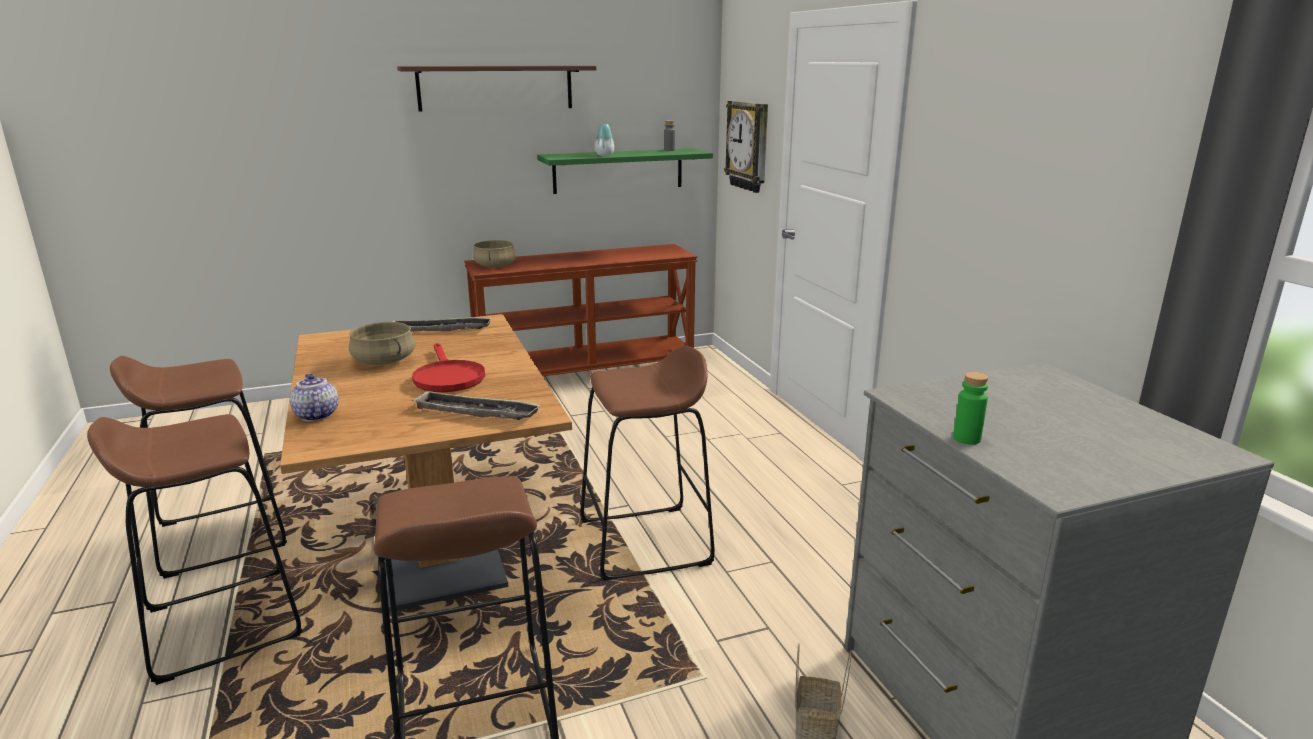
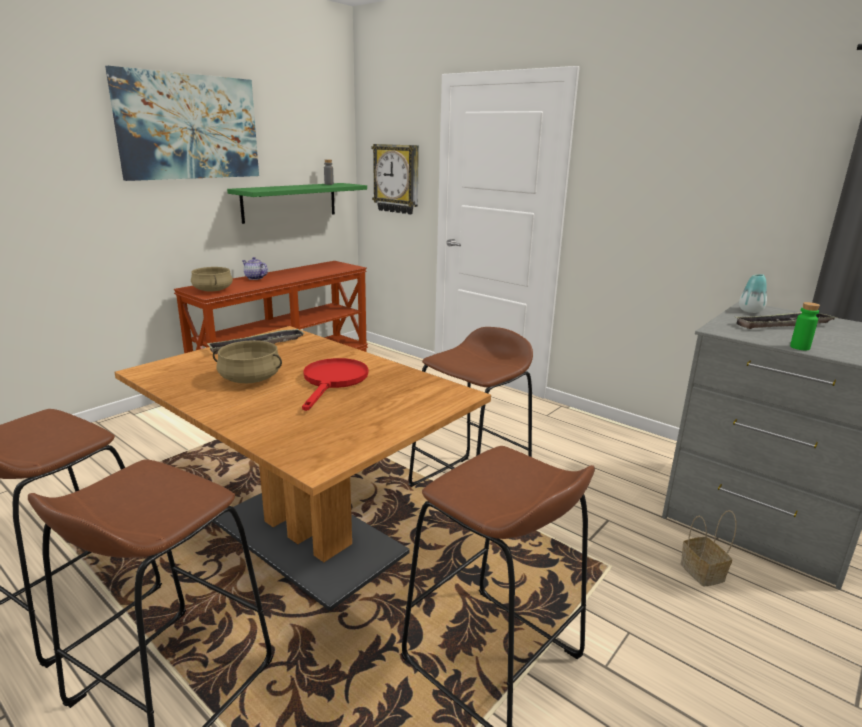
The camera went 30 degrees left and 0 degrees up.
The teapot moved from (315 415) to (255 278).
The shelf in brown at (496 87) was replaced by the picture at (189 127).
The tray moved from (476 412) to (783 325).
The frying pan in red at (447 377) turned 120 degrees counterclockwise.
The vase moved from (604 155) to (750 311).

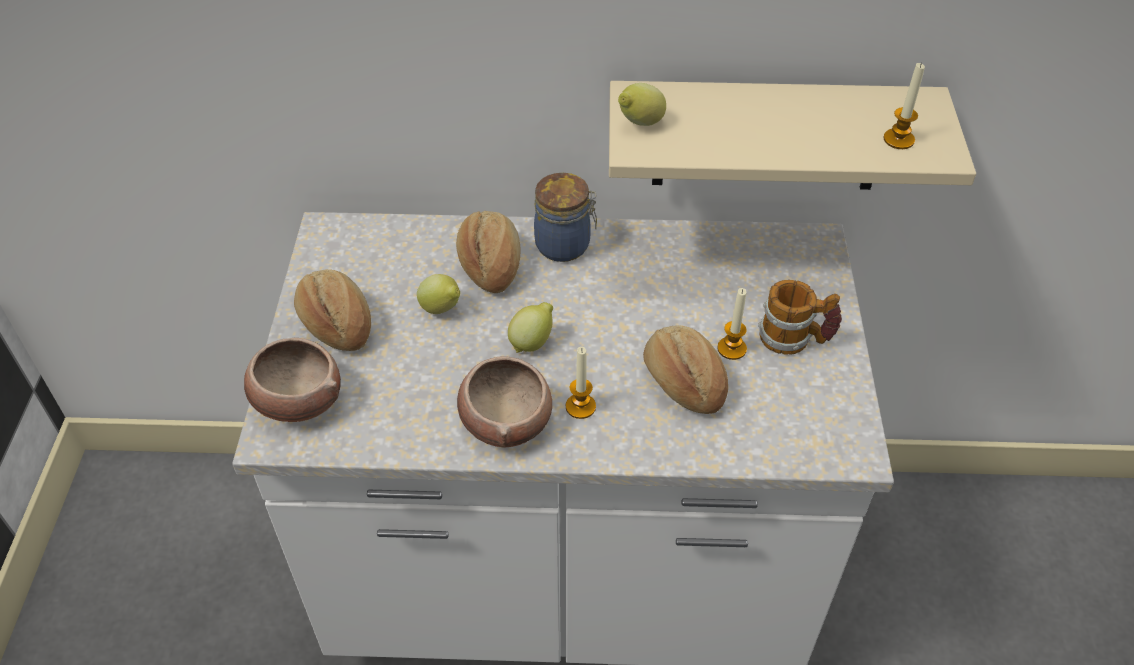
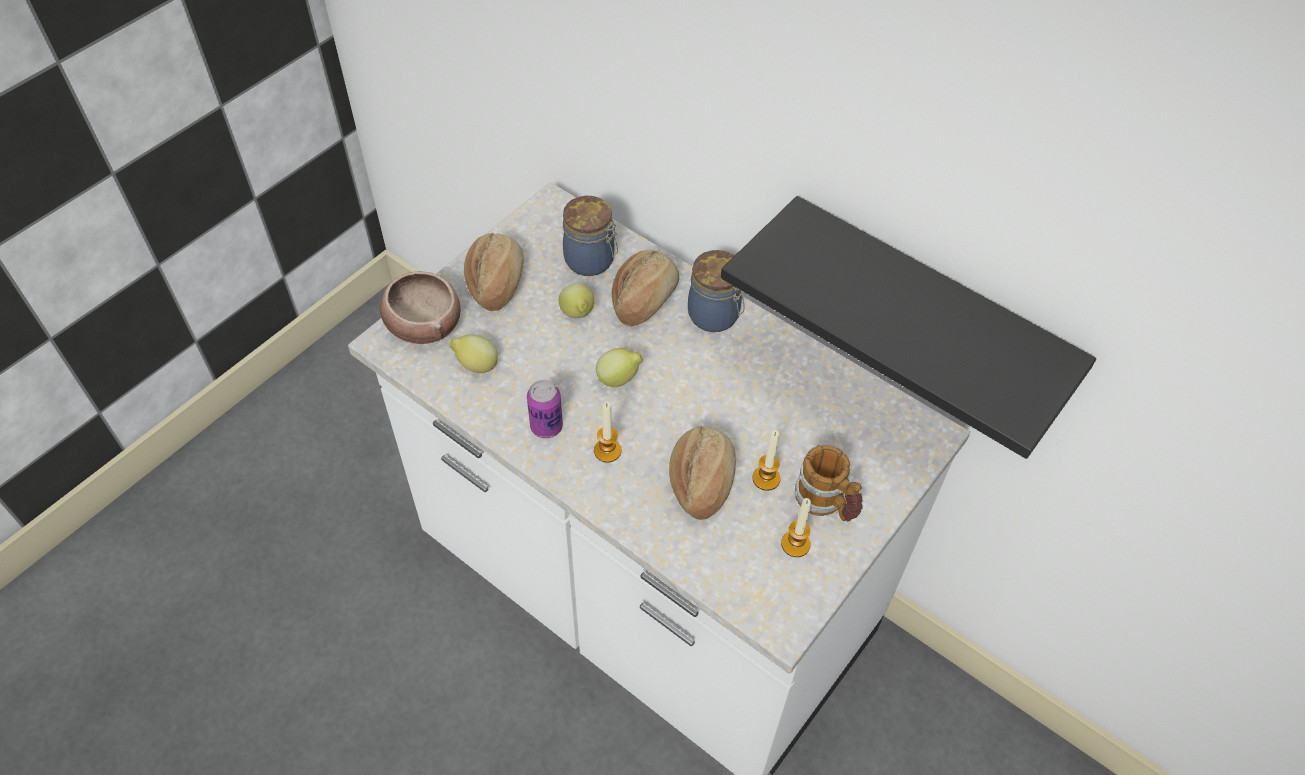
The camera went 35 degrees right and 5 degrees up.
The bowl at (506 419) was replaced by the can at (546 427).
The shelf in beige at (769 136) became the shelf in black at (924 315).
The lemon moved from (639 124) to (476 366).
The candle moved from (898 139) to (795 544).
The jar at (591 261) appeared.

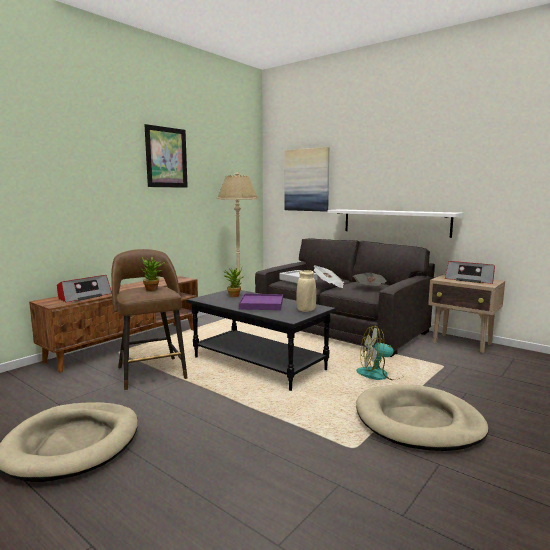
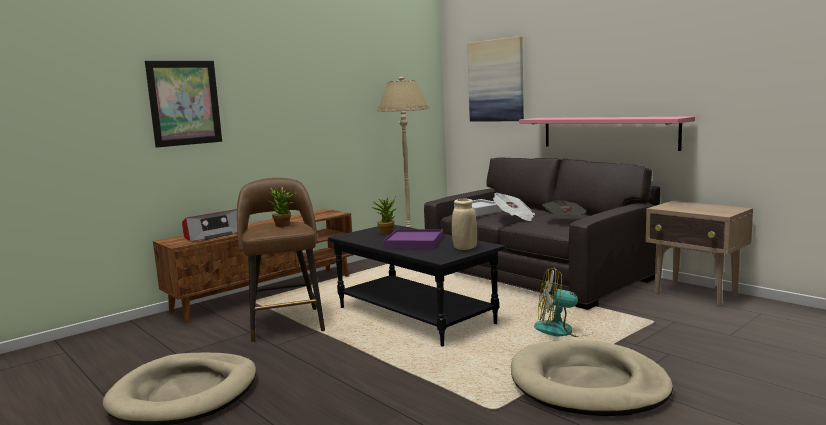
The camera went 10 degrees right and 0 degrees up.
The picture moved from (166 157) to (184 103).
The shelf in white at (395 222) became the shelf in pink at (608 132).
The radio at (470 280) disappeared.

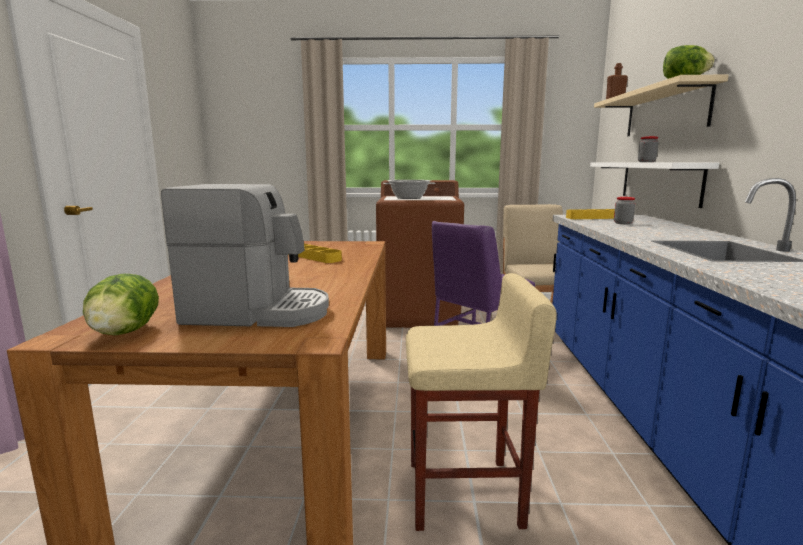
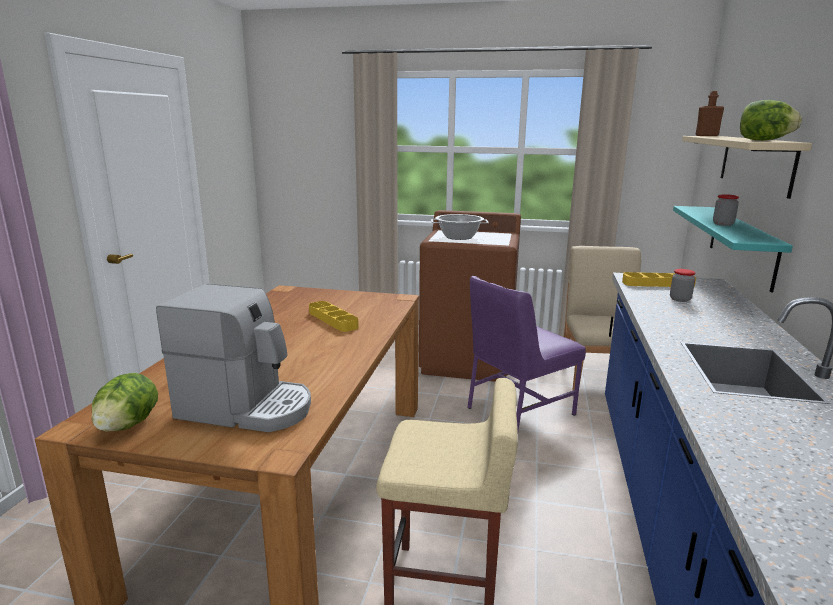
The camera went 10 degrees right and 5 degrees up.
The shelf in white at (659 181) became the shelf in turquoise at (741 245).

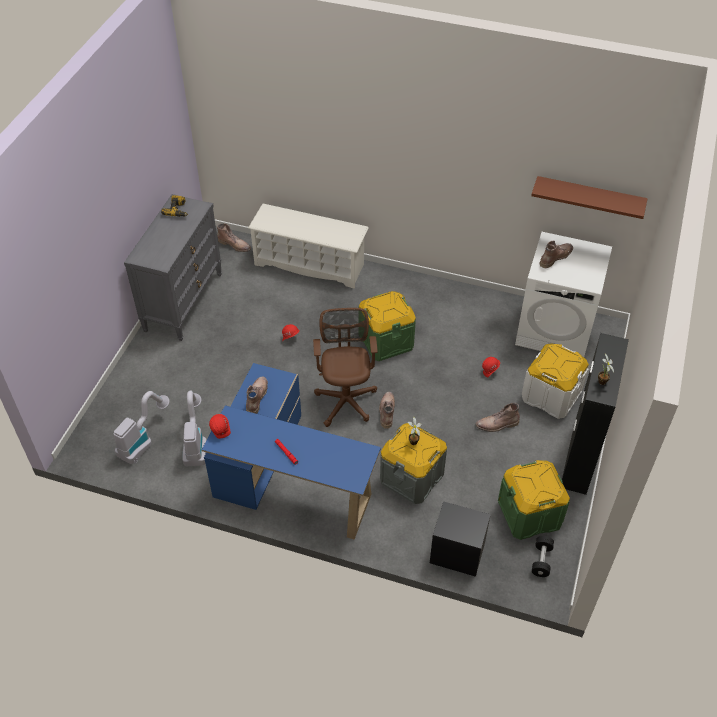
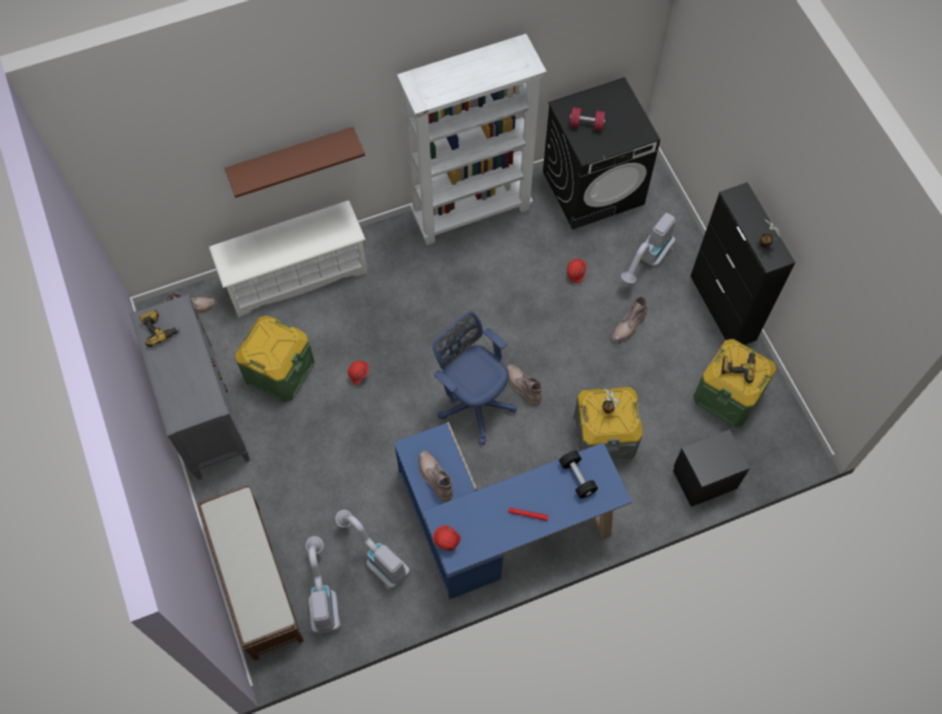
The camera went 40 degrees left and 15 degrees up.
The office chair in brown at (346 399) became the office chair in blue at (473 401).
The storage box in green moved from (385 341) to (279 370).
The washing machine in white at (555 330) became the washing machine in black at (593 187).
The storage box in white at (551 395) was replaced by the vacuum cleaner at (648 261).
The shelf in brown moved from (589 196) to (291 156).
The dumbbell in black moved from (541 560) to (577 478).
The boot in brown at (555 257) was replaced by the dumbbell in red at (586 124).
The bench in brown at (256 579) appeared.
The bookcase in white at (472 211) appeared.
The power drill at (738 367) appeared.

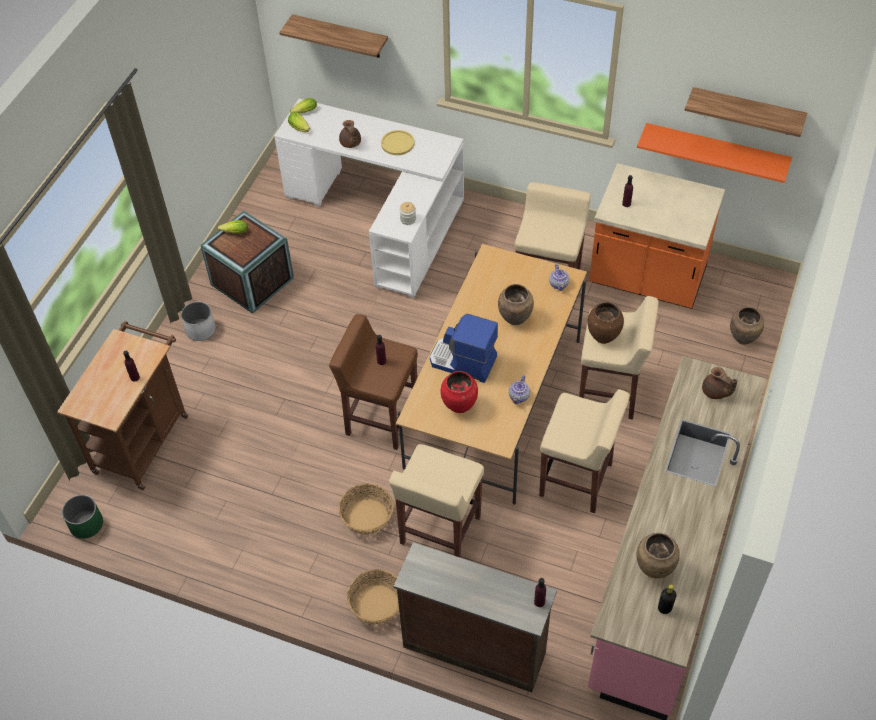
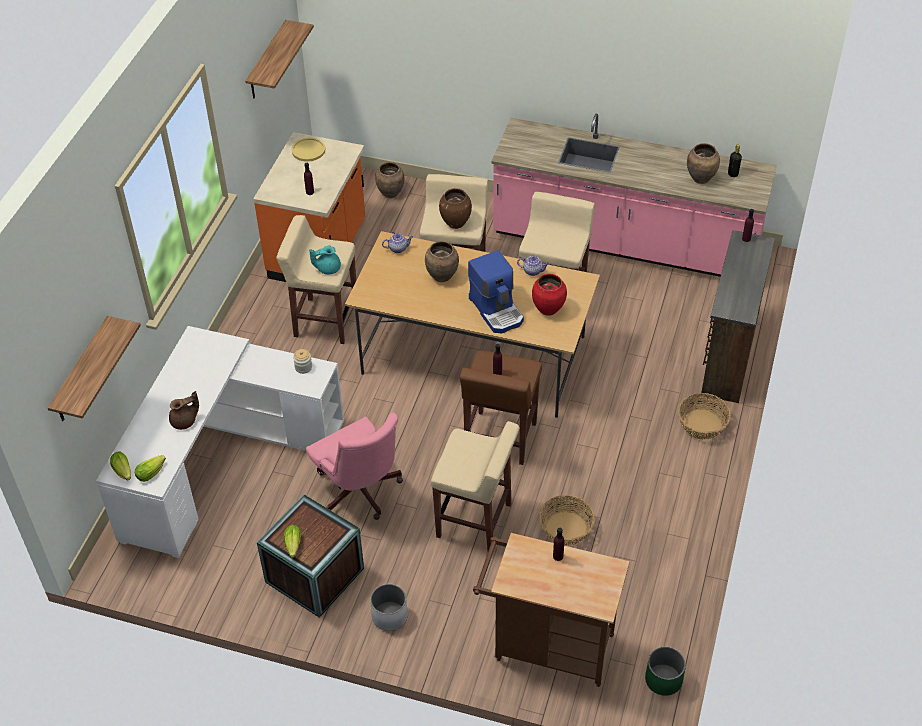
The camera went 95 degrees left and 5 degrees down.
The basket moved from (367 516) to (565 528).
The plate in yellow moved from (397 143) to (308 150).
The stool in beige moved from (439 531) to (475 521).
The coffee machine at (462 362) turned 45 degrees counterclockwise.
The shelf in orange at (715 150) disappeared.
The teapot in brown at (715 392) disappeared.
The office chair in pink at (360 493) appeared.
The teapot in turquoise at (327 268) appeared.

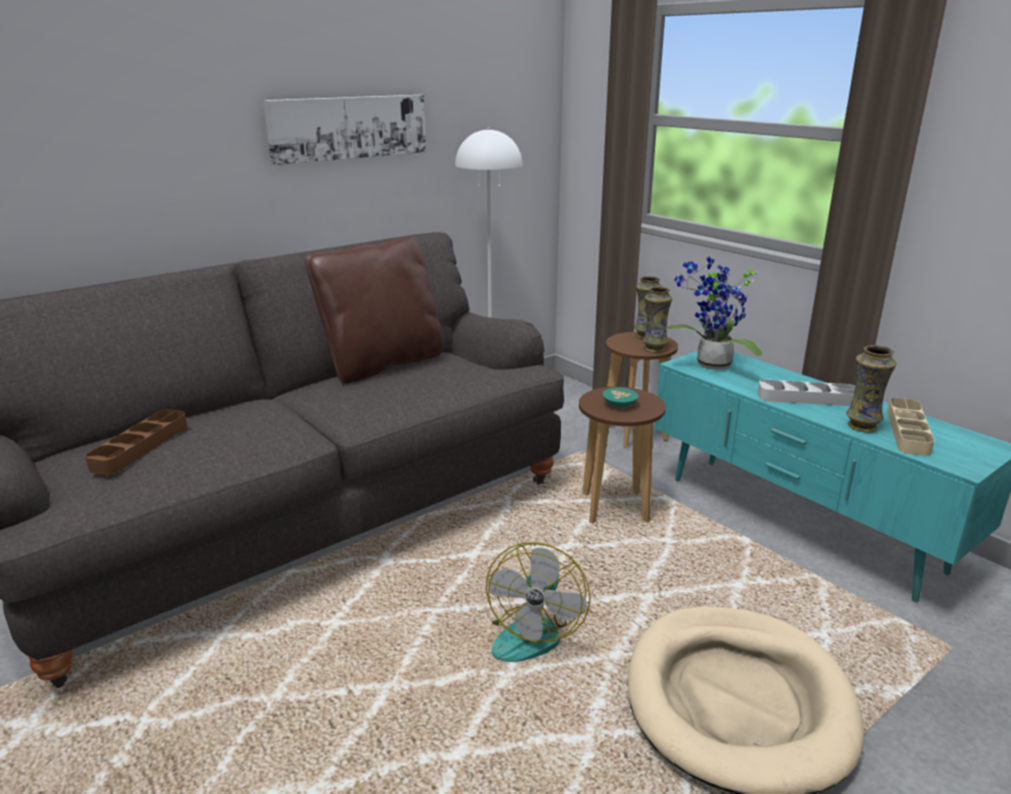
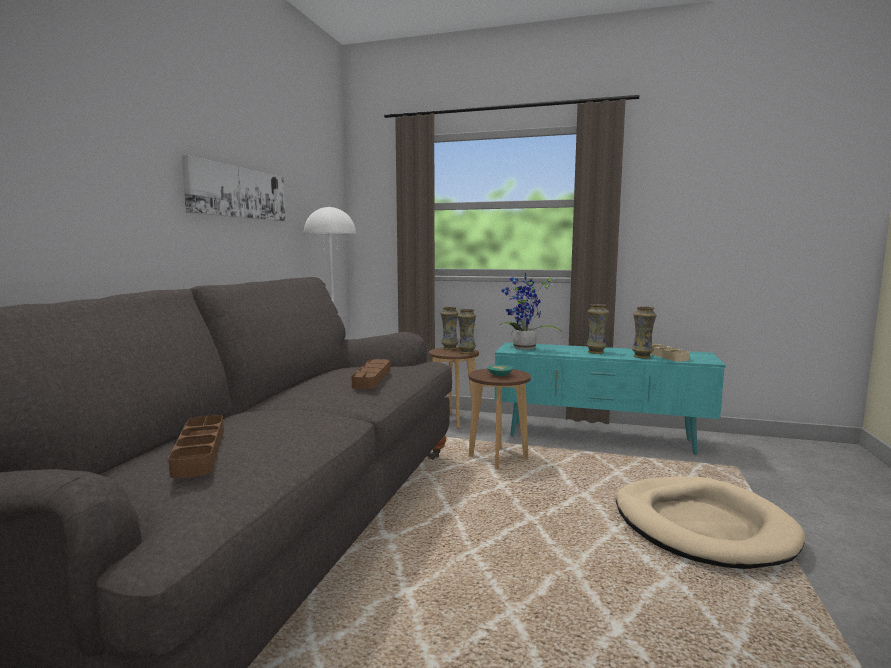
The camera went 35 degrees left and 15 degrees down.
The pillow in brown at (382 364) disappeared.
The fan at (530 631) disappeared.
The tray in grey at (807 398) was replaced by the vase at (596 352).
The tray in brown at (372 378) appeared.

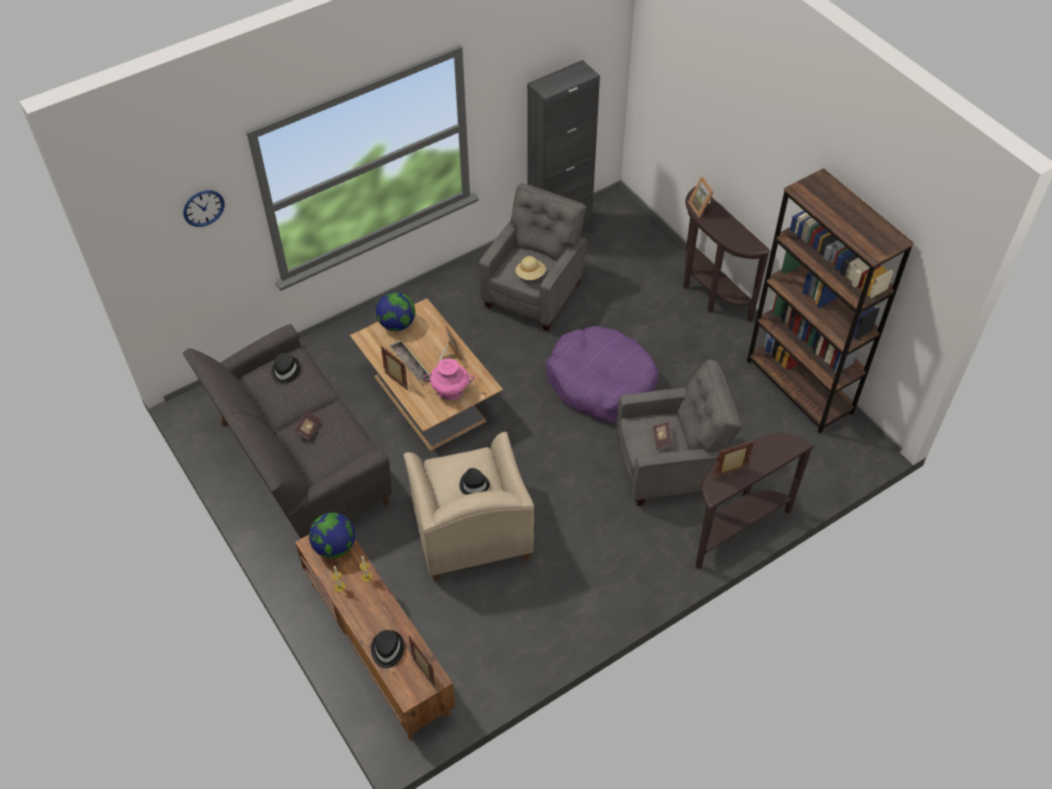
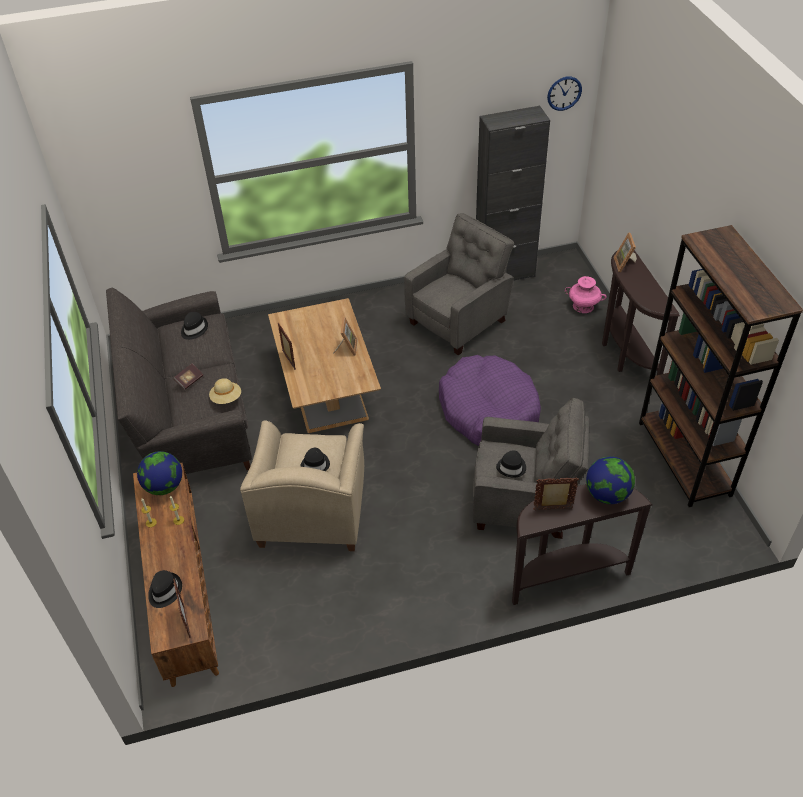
The camera went 20 degrees right and 5 degrees down.
The wall clock moved from (203 208) to (564 93).
The globe moved from (397 324) to (607 494).
The tray at (410 363) disappeared.
The vase in pink moved from (450 390) to (583 306).
The hat in beige moved from (530 275) to (226 398).
The book at (662 439) was replaced by the hat in black at (511 467).

